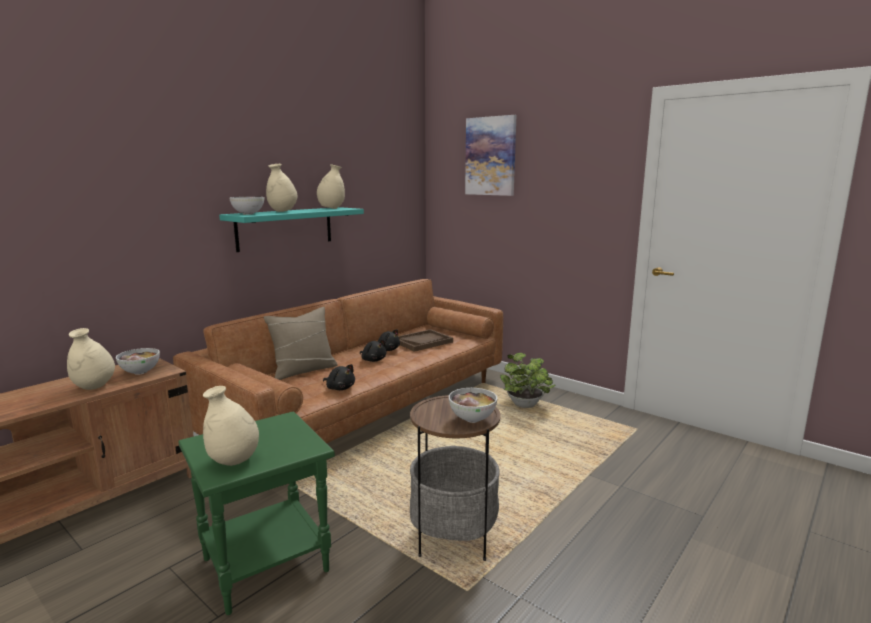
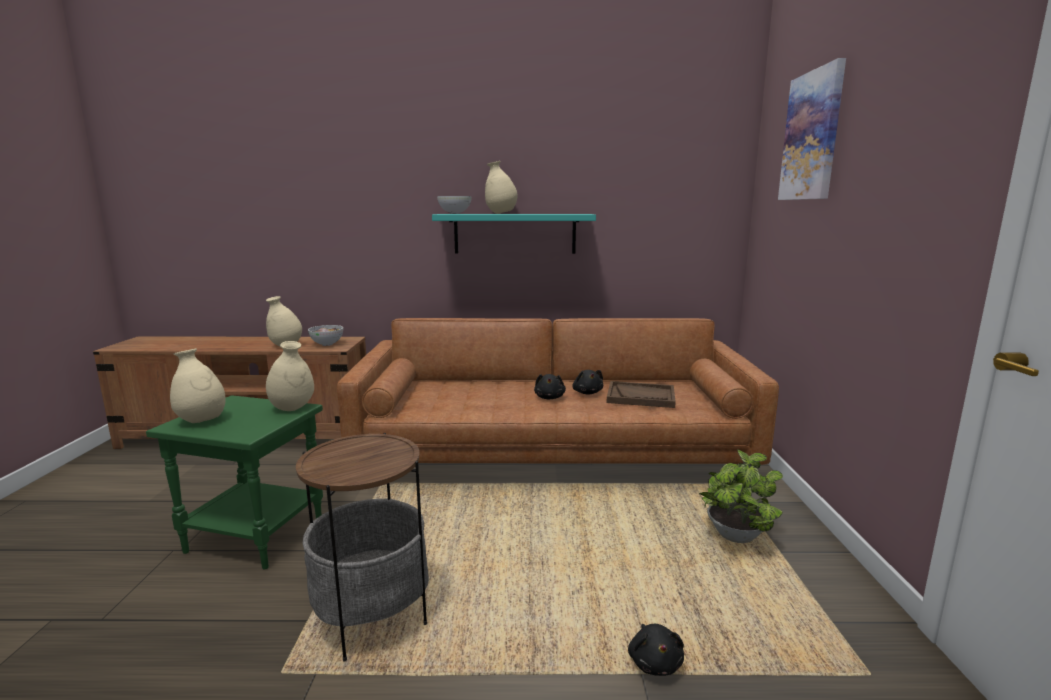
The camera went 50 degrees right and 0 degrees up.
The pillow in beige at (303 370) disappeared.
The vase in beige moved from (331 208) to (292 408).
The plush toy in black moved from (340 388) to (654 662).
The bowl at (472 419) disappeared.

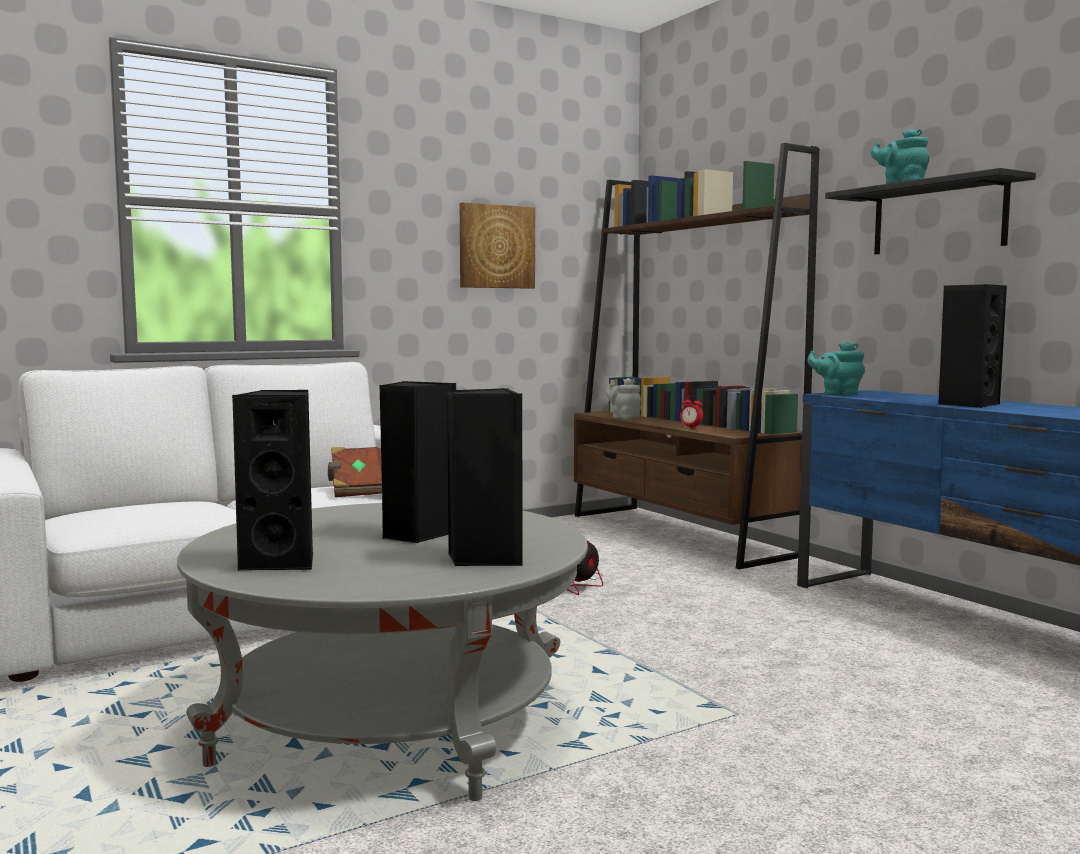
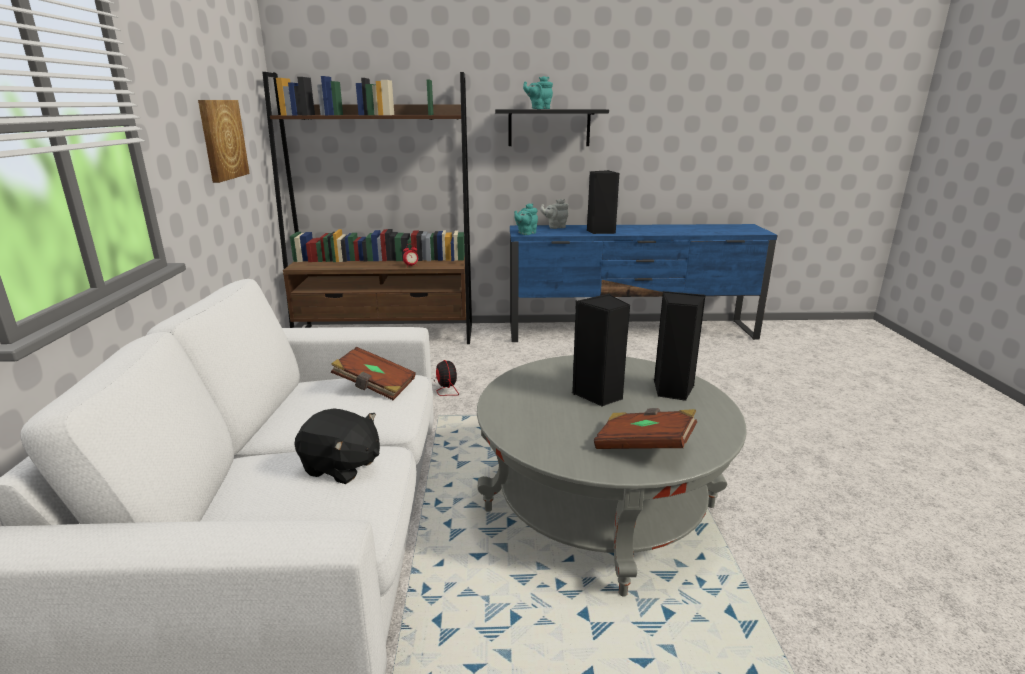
The camera went 60 degrees left and 15 degrees up.
The speaker in black at (283 562) was replaced by the book in brown at (644 446).
The teapot in grey moved from (623 417) to (555 227).
The plush toy in black at (341 467) appeared.

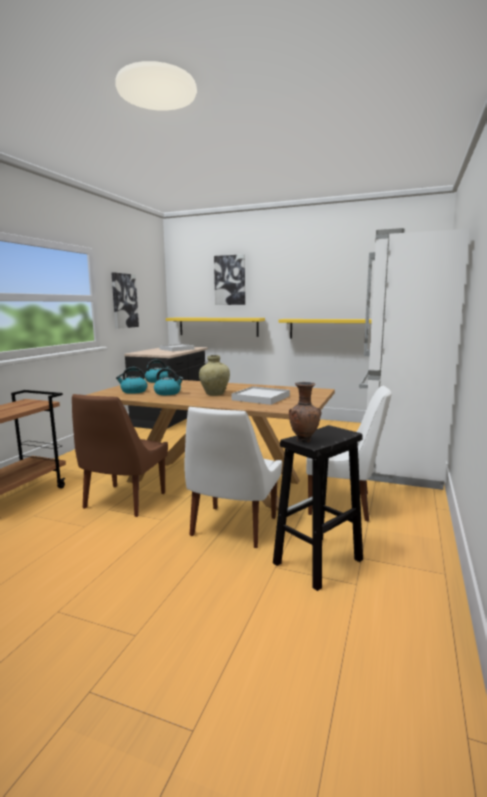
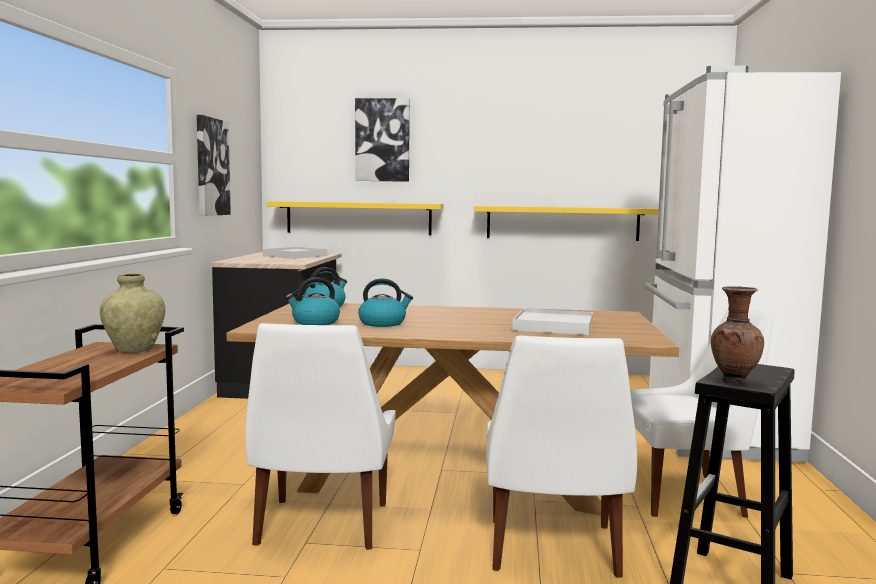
The camera went 15 degrees left and 5 degrees down.
The chair in brown at (123 502) became the chair in white at (321 527).
The vase in beige moved from (214 394) to (134 349).

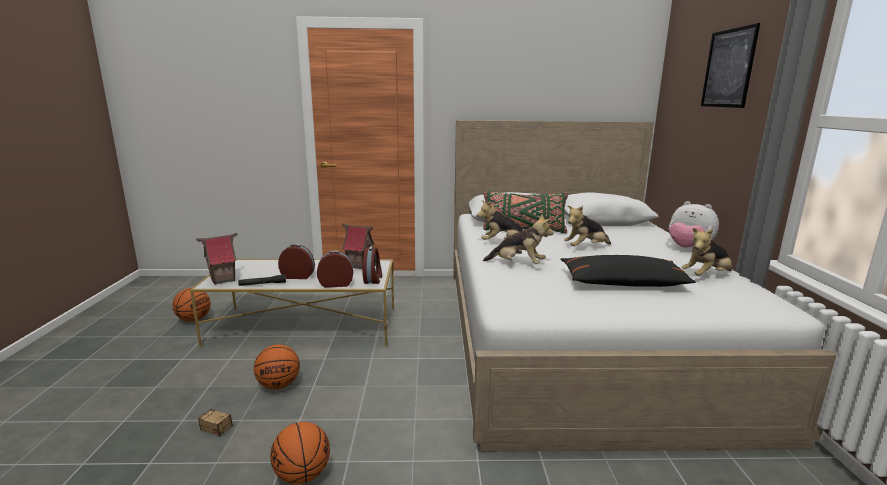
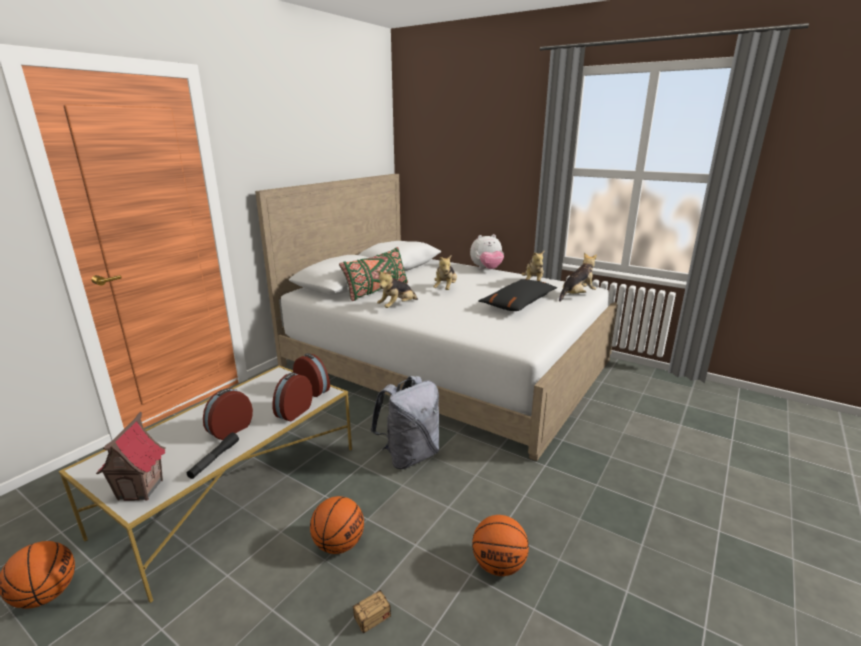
The camera went 55 degrees left and 5 degrees up.
The toy house at (359 266) disappeared.
The plush toy moved from (518 264) to (576 295).
The picture at (728 68) disappeared.
The backpack in grey at (409 456) appeared.

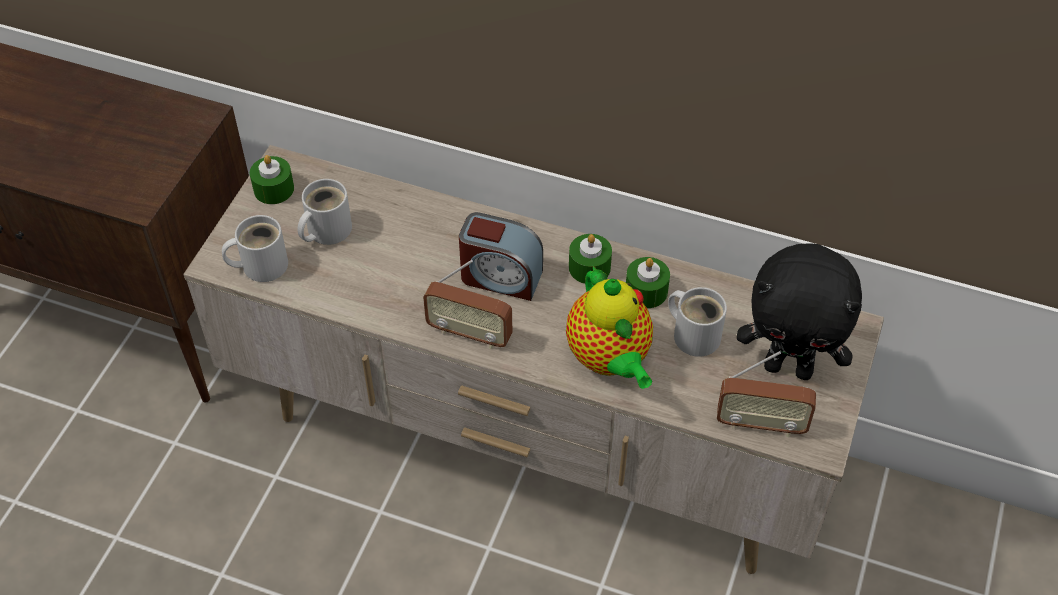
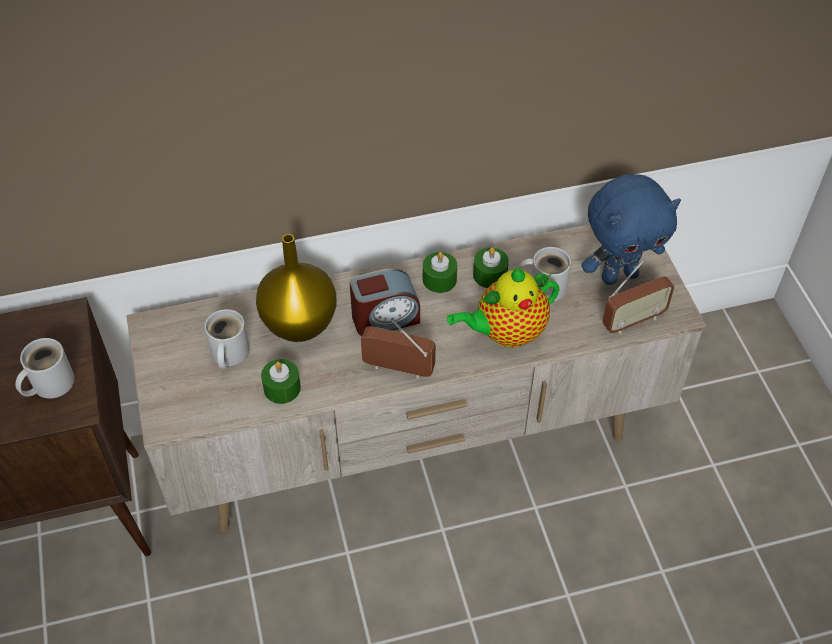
The camera went 35 degrees left and 0 degrees up.
The mug in white moved from (260 264) to (49 383).
The candle in green moved from (274 189) to (282 388).
The radio at (469 333) turned 150 degrees counterclockwise.
The teapot at (610 359) turned 120 degrees clockwise.
The plush toy in black at (789 367) became the plush toy in blue at (619 275).
The vase in yellow at (301 324) appeared.

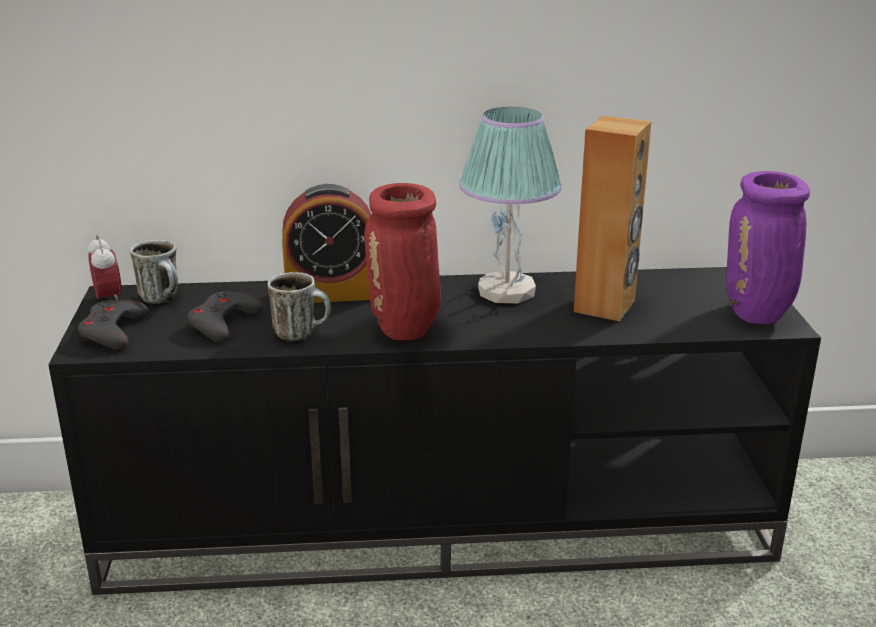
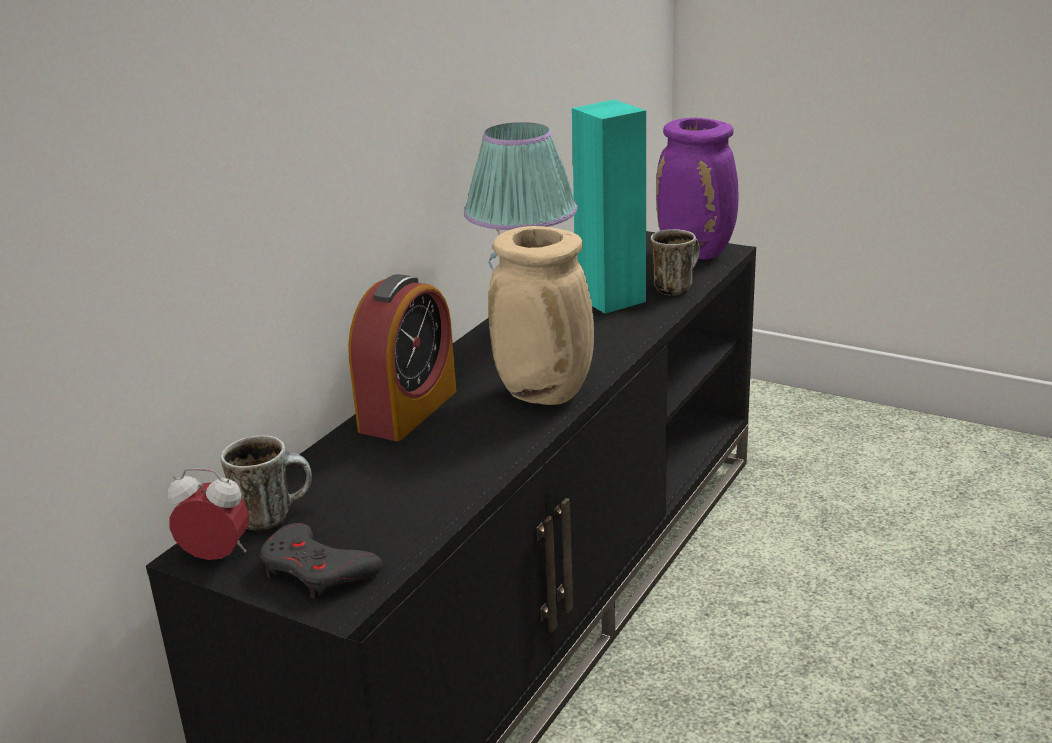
The camera went 55 degrees left and 0 degrees up.
The game controller in grey at (223 323) disappeared.
The mug moved from (302 334) to (675 287).
The vase in red at (406 330) became the vase in beige at (546 394).
The speaker in brown at (605 306) became the speaker in turquoise at (611 298).

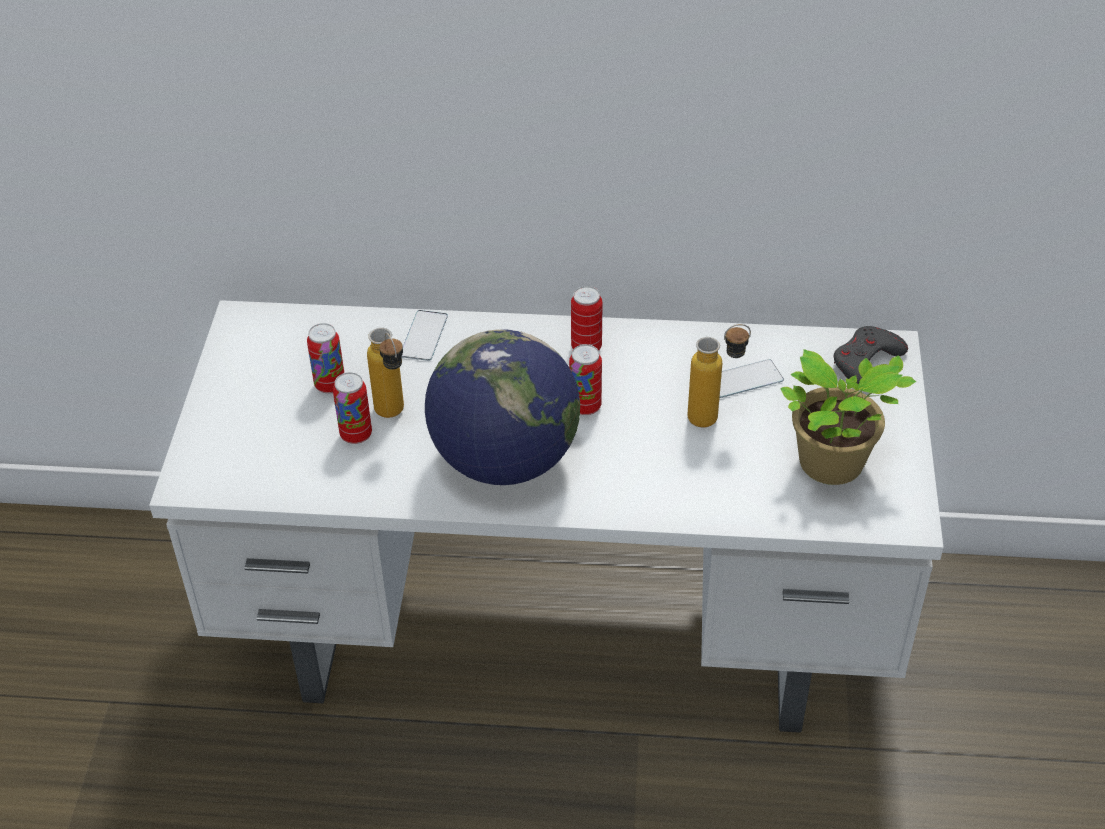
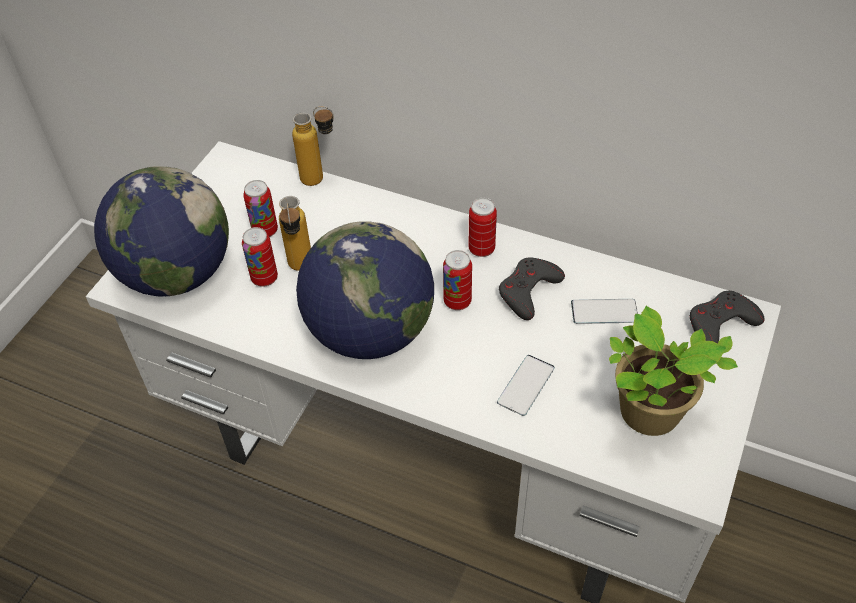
The camera went 20 degrees right and 5 degrees up.
The phone moved from (424 336) to (526 385).
The bottle moved from (715 416) to (321 180).
The globe at (177 274) appeared.
The game controller in grey at (528 291) appeared.

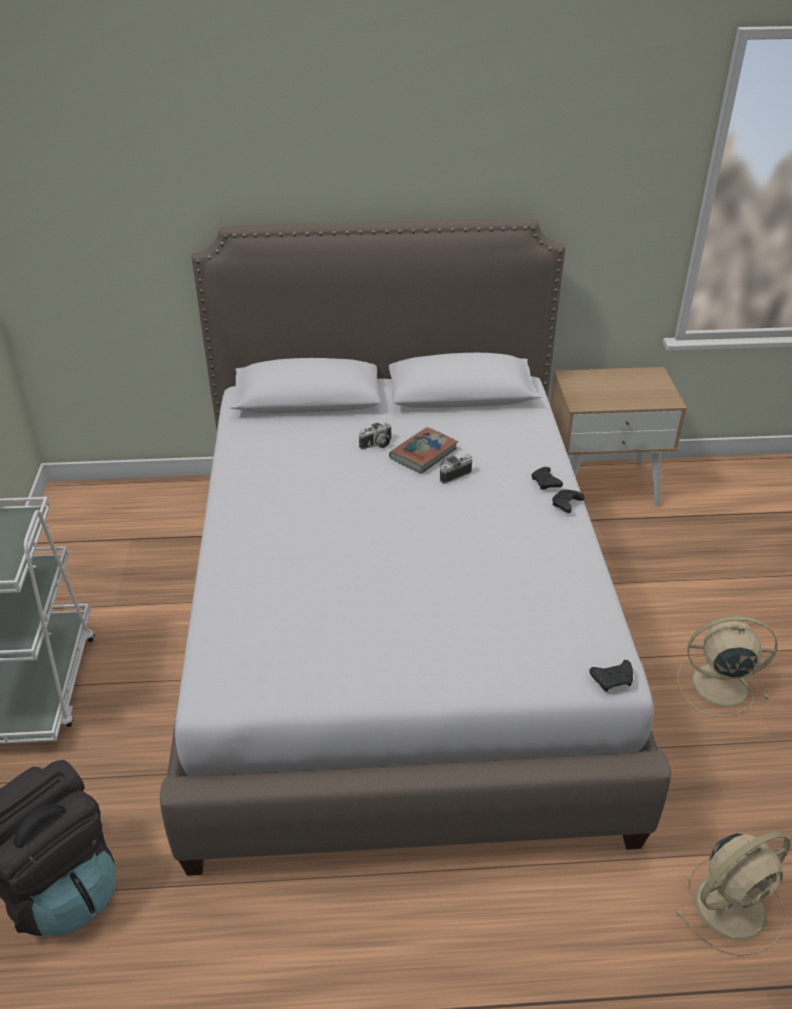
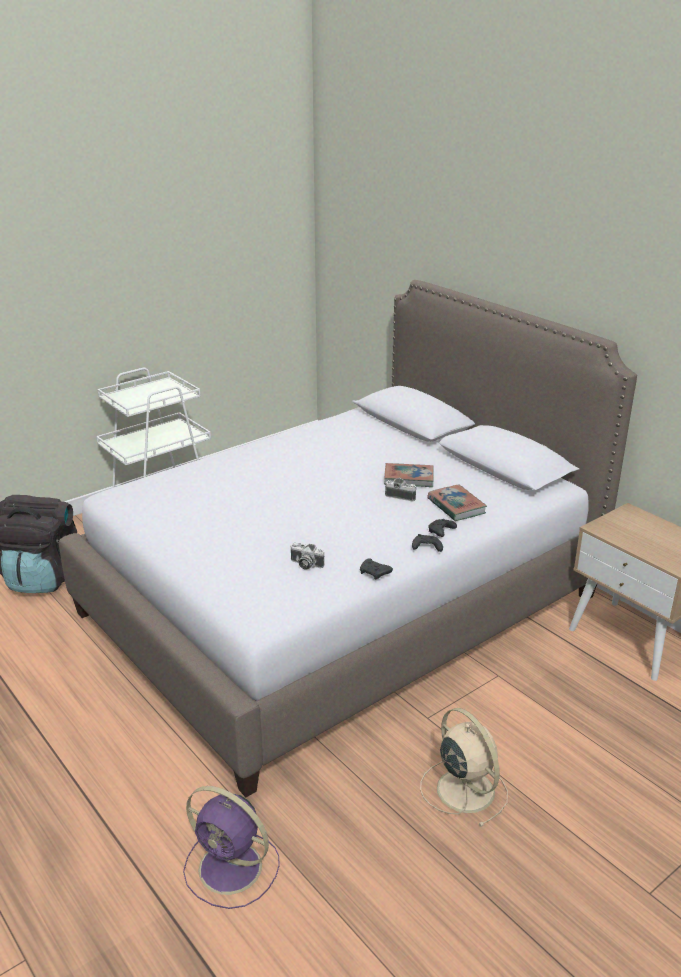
The camera went 55 degrees right and 10 degrees down.
The photo camera moved from (376 445) to (305 564).
The game controller in black moved from (613 680) to (375 573).
The fan in beige at (733 905) became the fan in purple at (233 869).
The book at (456 506) appeared.

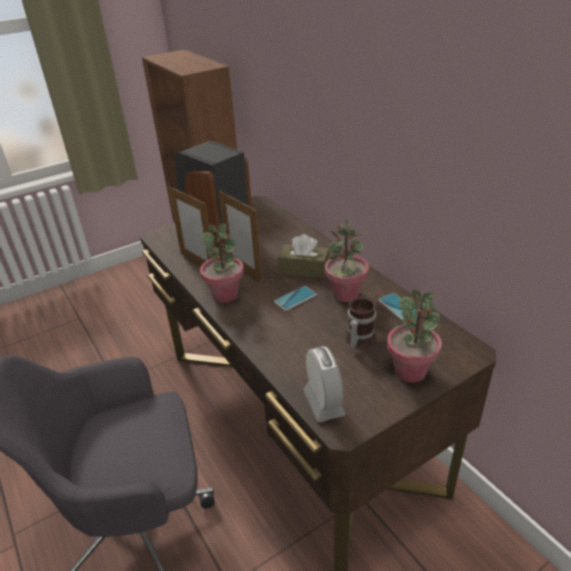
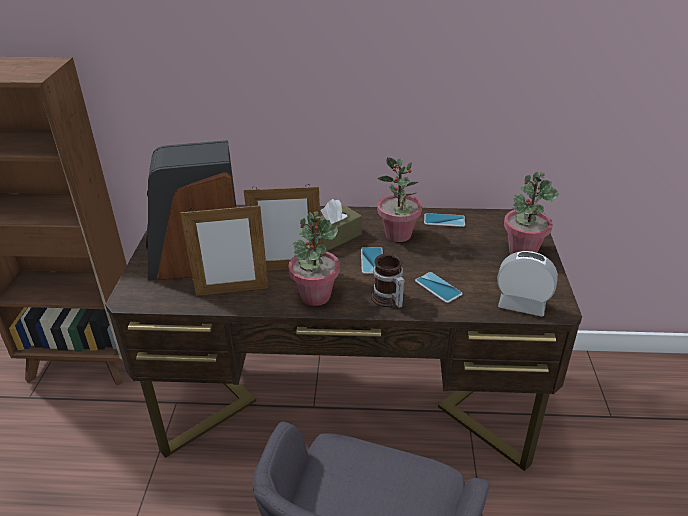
The camera went 55 degrees left and 0 degrees up.
The mug moved from (358 339) to (387 299).
The phone at (438 288) appeared.

